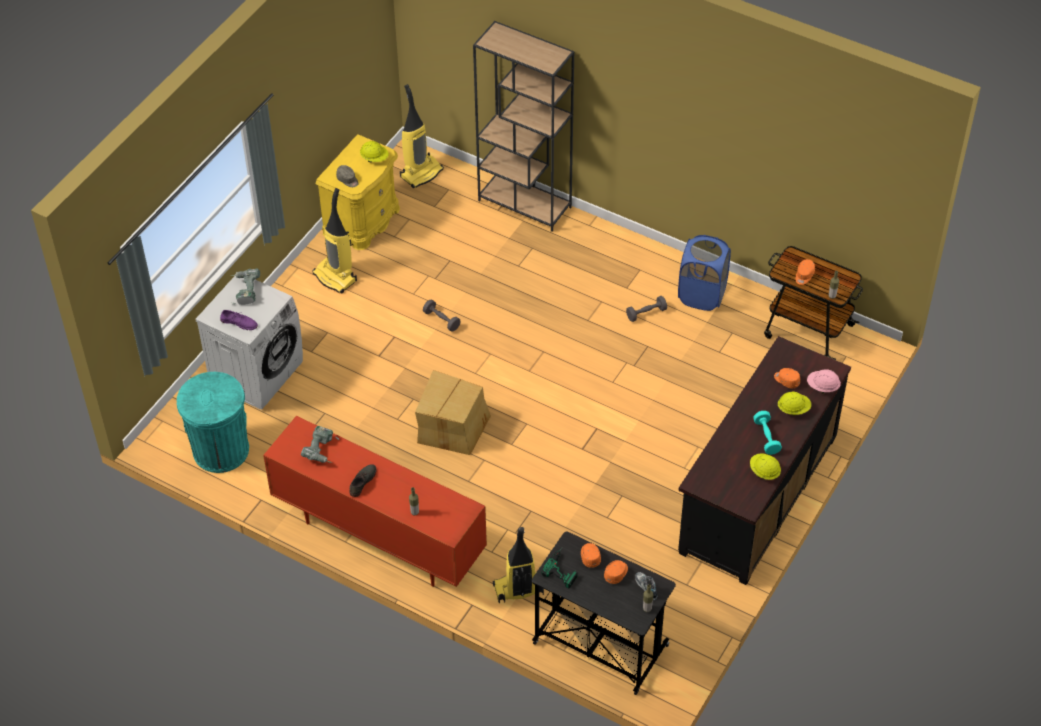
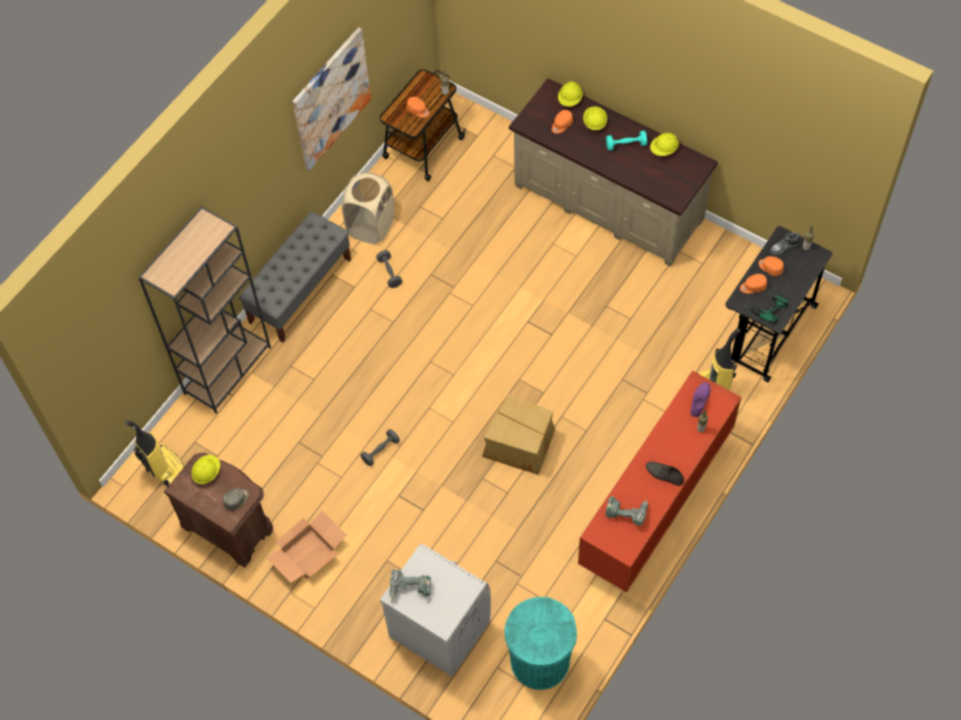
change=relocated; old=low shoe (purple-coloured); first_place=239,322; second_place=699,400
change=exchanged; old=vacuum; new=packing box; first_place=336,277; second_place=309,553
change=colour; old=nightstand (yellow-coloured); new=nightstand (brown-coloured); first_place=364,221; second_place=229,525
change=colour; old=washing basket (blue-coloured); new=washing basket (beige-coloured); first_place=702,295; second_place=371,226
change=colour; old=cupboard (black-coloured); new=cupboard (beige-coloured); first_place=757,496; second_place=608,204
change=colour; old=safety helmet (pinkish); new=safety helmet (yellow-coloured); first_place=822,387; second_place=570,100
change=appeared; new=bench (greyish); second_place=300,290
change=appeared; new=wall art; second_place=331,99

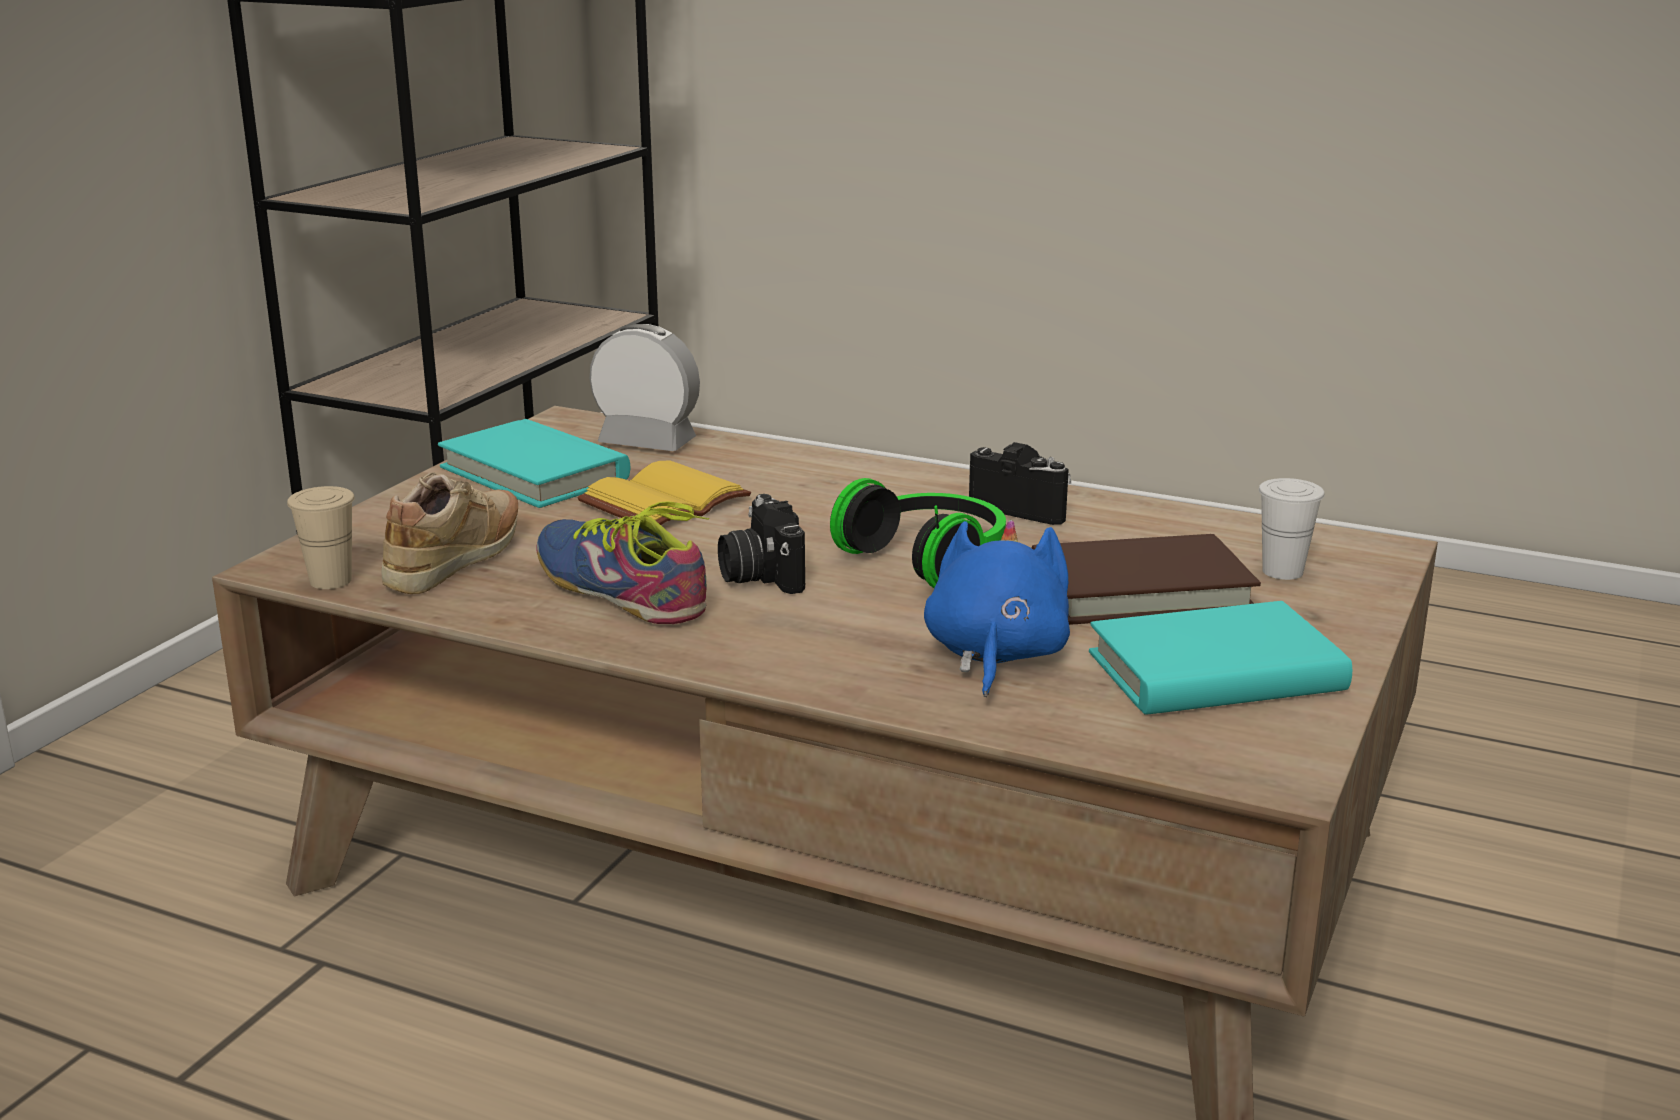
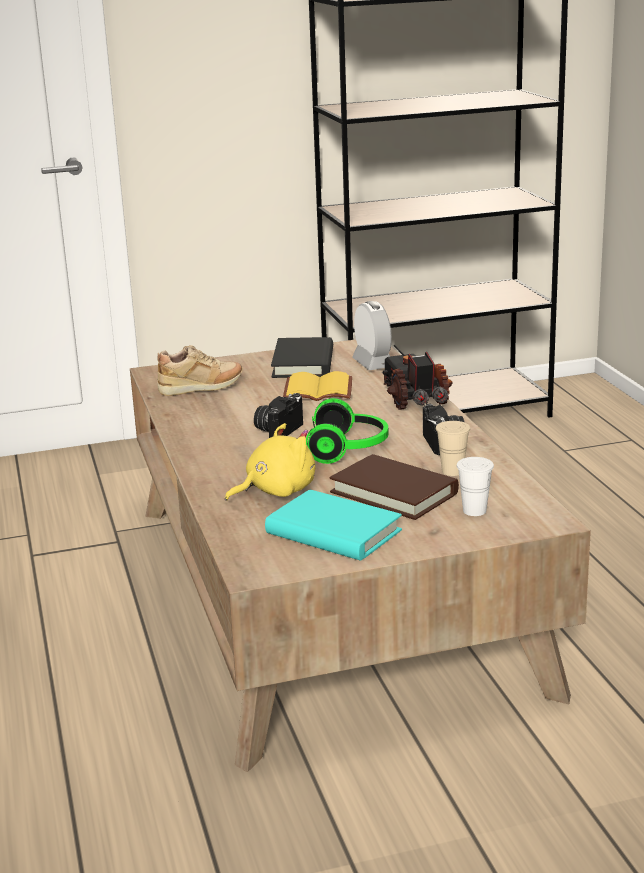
change=relocated; old=small cup (beige-coloured); first_place=331,581; second_place=452,471
change=colour; old=volume (turquoise-coloured); new=volume (black-coloured); first_place=535,473; second_place=303,363
change=missing; old=low shoe; first_place=619,589
change=colour; old=plush toy (blue-coloured); new=plush toy (yellow-coloured); first_place=994,656; second_place=276,491
change=appeared; new=model truck; second_place=415,399

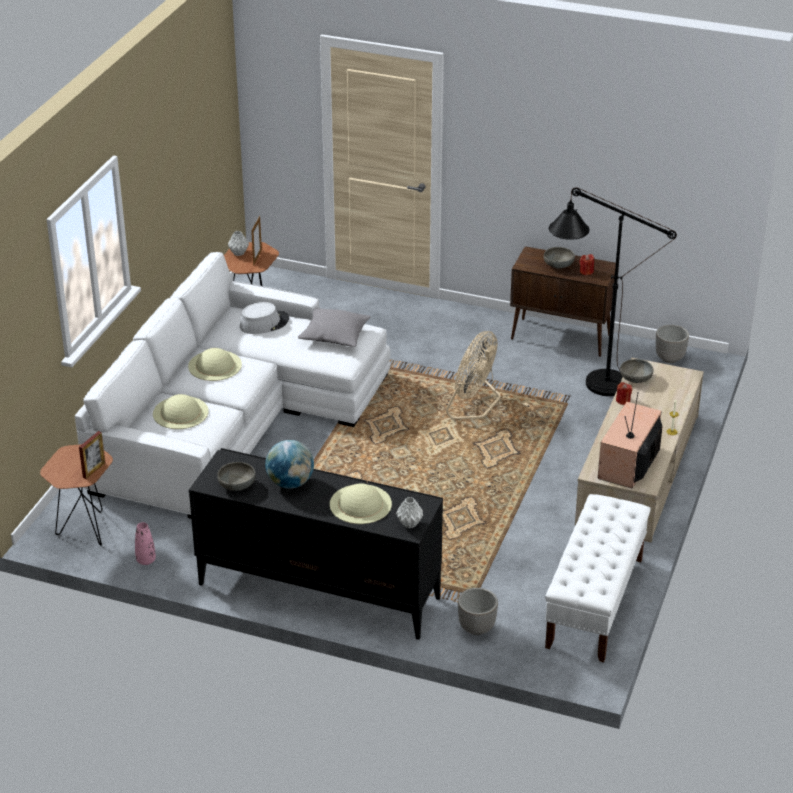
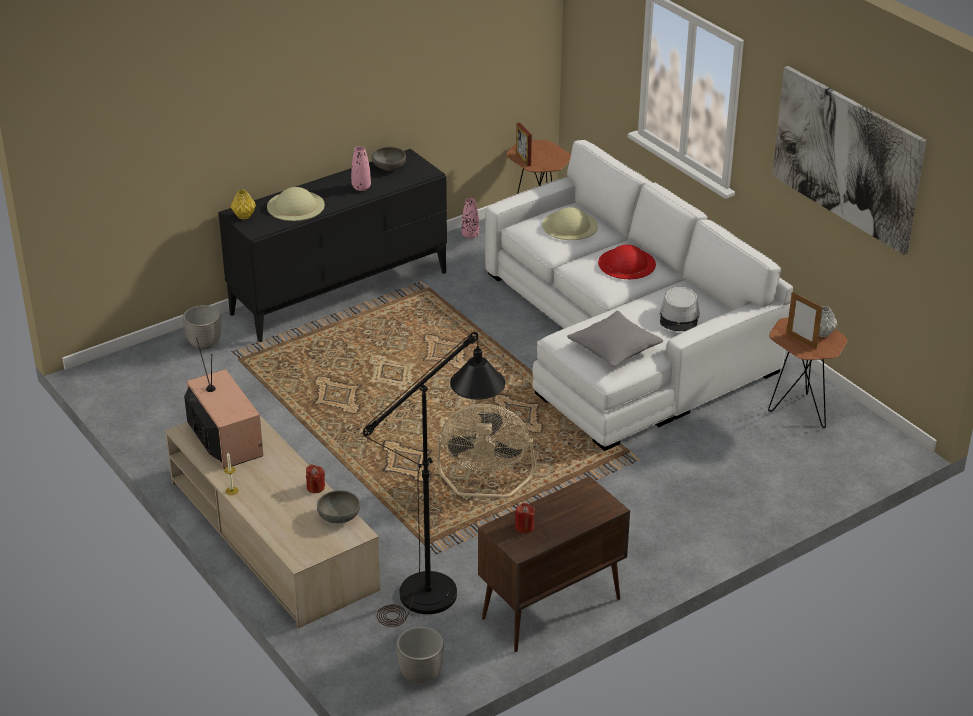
change=colour; old=wearable hat (beige-coloured); new=wearable hat (red); first_place=215,365; second_place=626,263
change=exchanged; old=globe; new=flower vase (pinkish); first_place=290,483; second_place=361,187
change=colour; old=flower vase (greyish); new=flower vase (yellow-coloured); first_place=410,524; second_place=243,216
change=spun; old=electric fan (beige-coloured); first_place=483,403; second_place=487,489; degrees=-60
change=missing; old=bowl (greyish); first_place=558,265
change=missing; old=bench (white-coloured); first_place=595,603
change=appeared; new=wall art; second_place=847,158

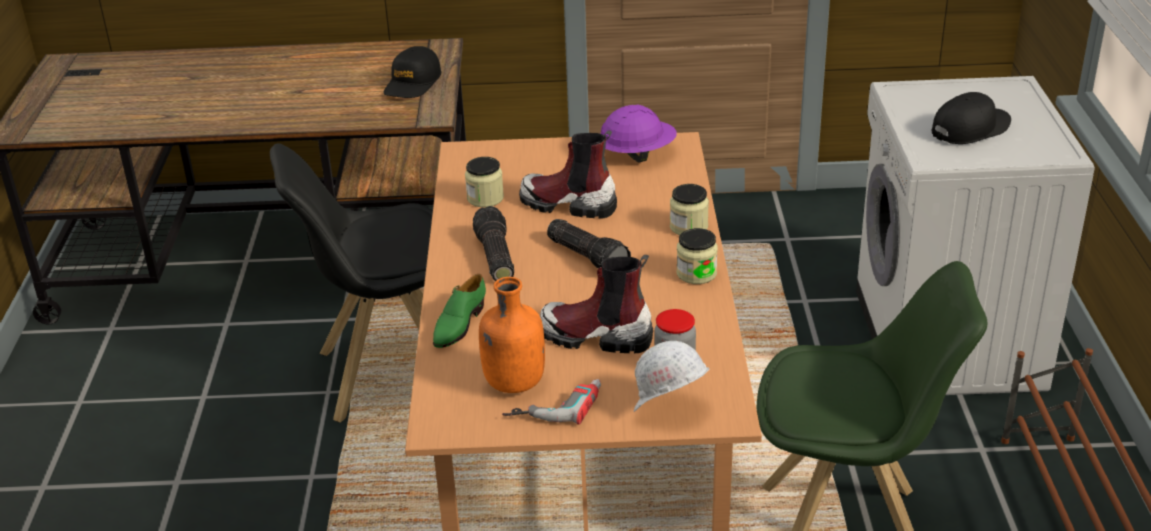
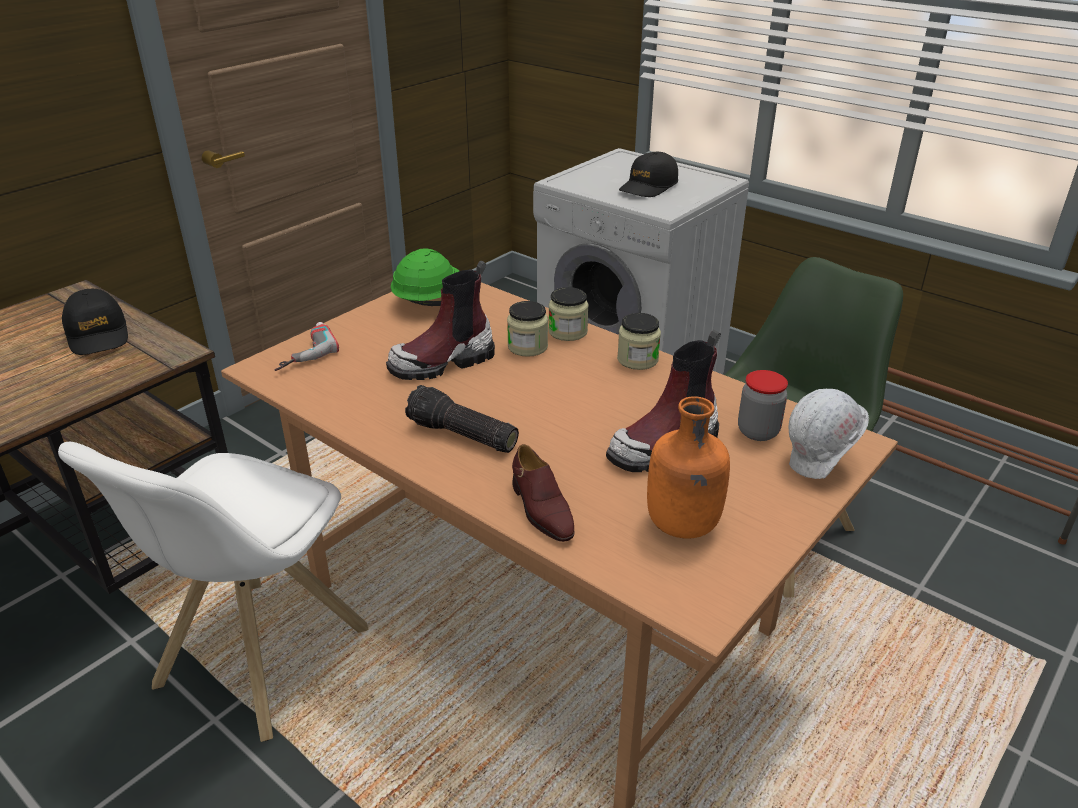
change=colour; old=upright chair (black-coloured); new=upright chair (white-coloured); first_place=390,374; second_place=260,656
change=colour; old=low shoe (green); new=low shoe (brown-coloured); first_place=458,325; second_place=541,509
change=relocated; old=jar; first_place=485,198; second_place=527,347
change=relocated; old=drill; first_place=554,404; second_place=301,351
change=missing; old=hand torch; first_place=589,256
change=colour; old=safety helmet (purple-coloured); new=safety helmet (green); first_place=637,154; second_place=428,302
change=spun; old=cap (black-coloured); first_place=970,129; second_place=648,186; degrees=-150

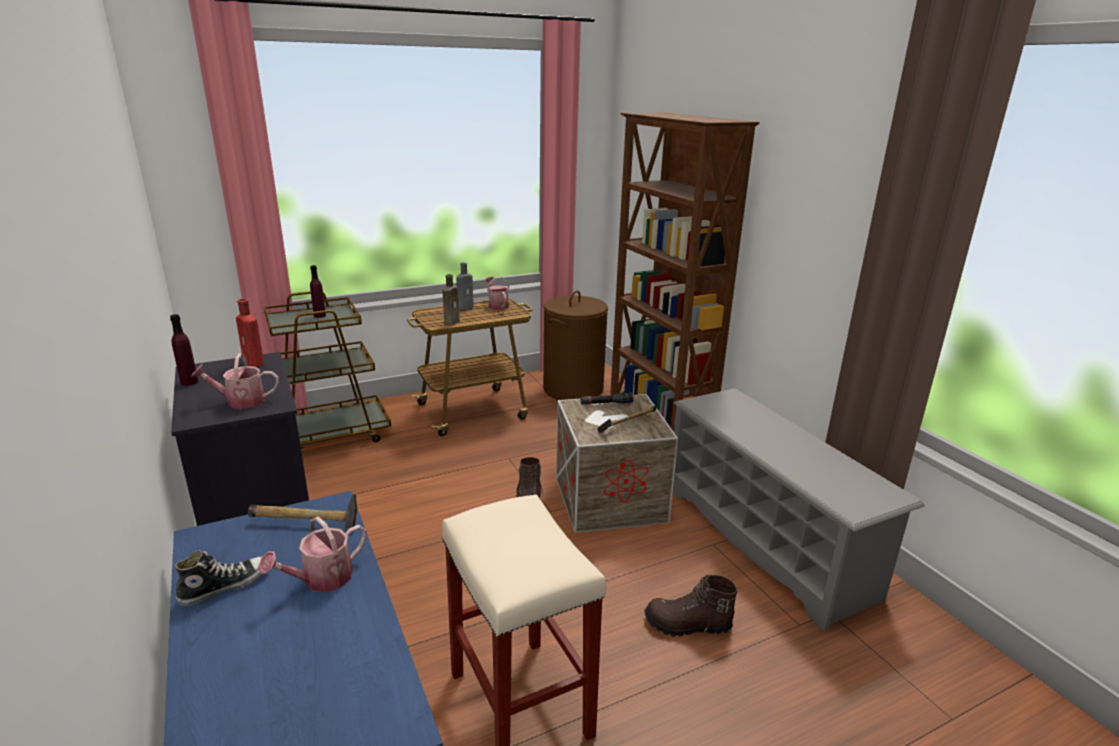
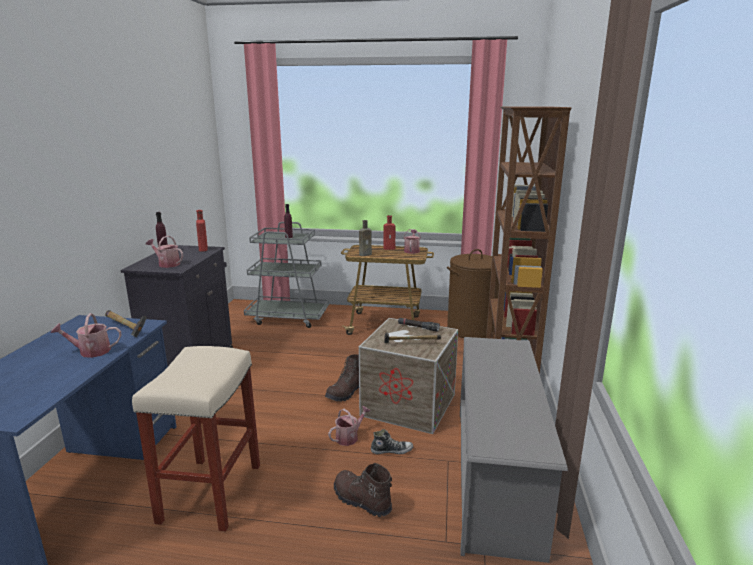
change=relocated; old=low shoe; first_place=225,586; second_place=391,450
change=colour; old=wheeled cart (brown-coloured); new=wheeled cart (greyish); first_place=329,435; second_place=288,317
change=colour; old=bottle (greyish); new=bottle (red); first_place=466,307; second_place=390,248
change=appeared; new=watering pot; second_place=349,437

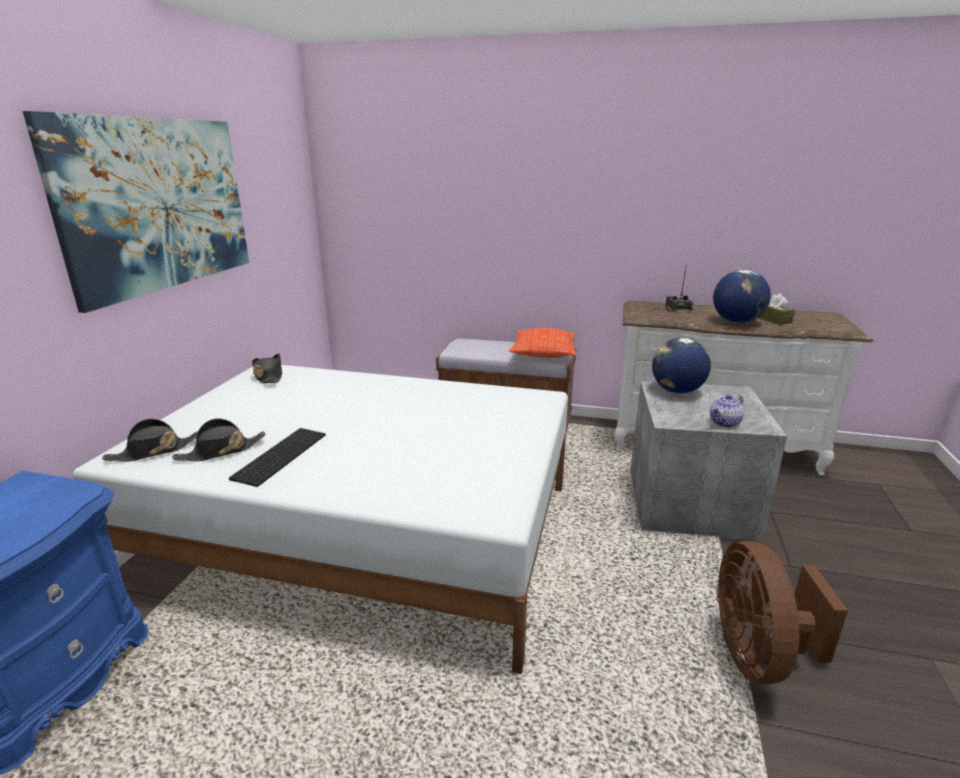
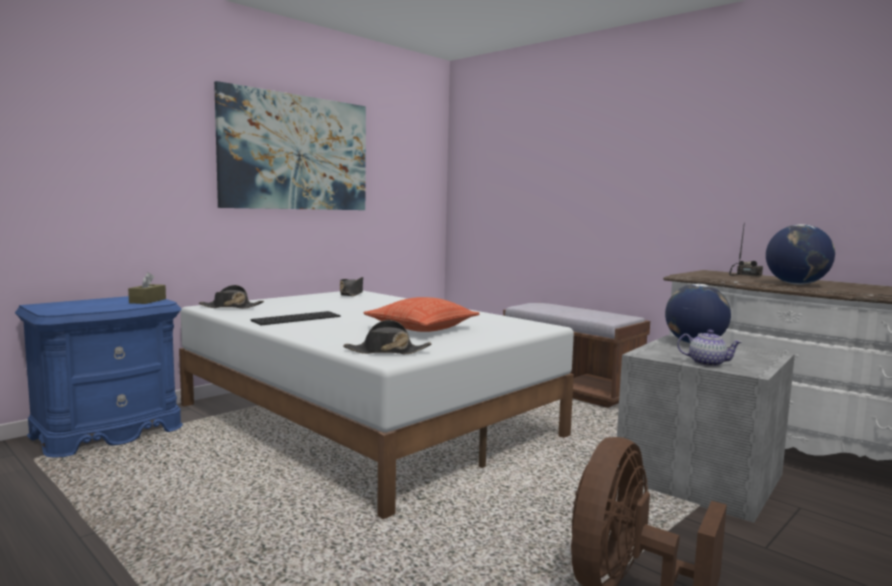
change=relocated; old=wearable hat (black-coloured); first_place=221,451; second_place=387,351
change=relocated; old=cushion (orange-coloured); first_place=543,353; second_place=422,328
change=spun; old=tea pot; first_place=725,423; second_place=707,363; degrees=-150
change=relocated; old=tissue holder (brown-coloured); first_place=773,319; second_place=147,301

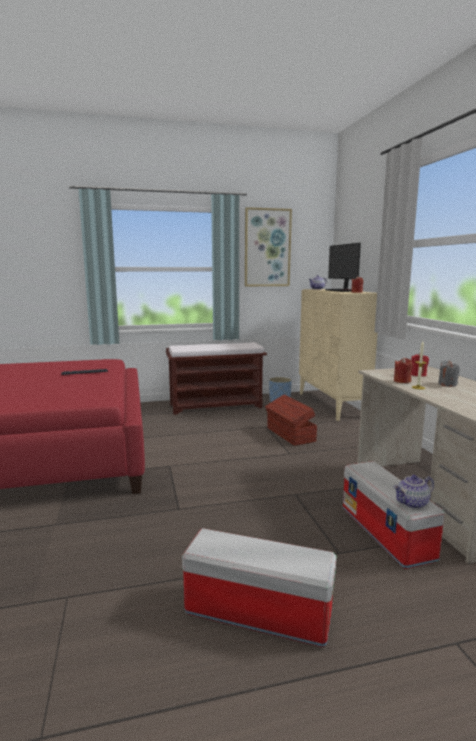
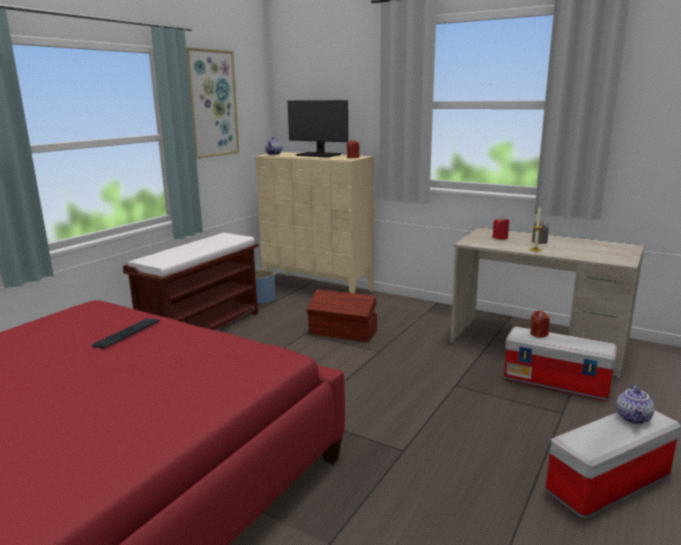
change=relocated; old=tea pot; first_place=412,504; second_place=634,418
change=relocated; old=wax candle (red); first_place=402,381; second_place=538,334

